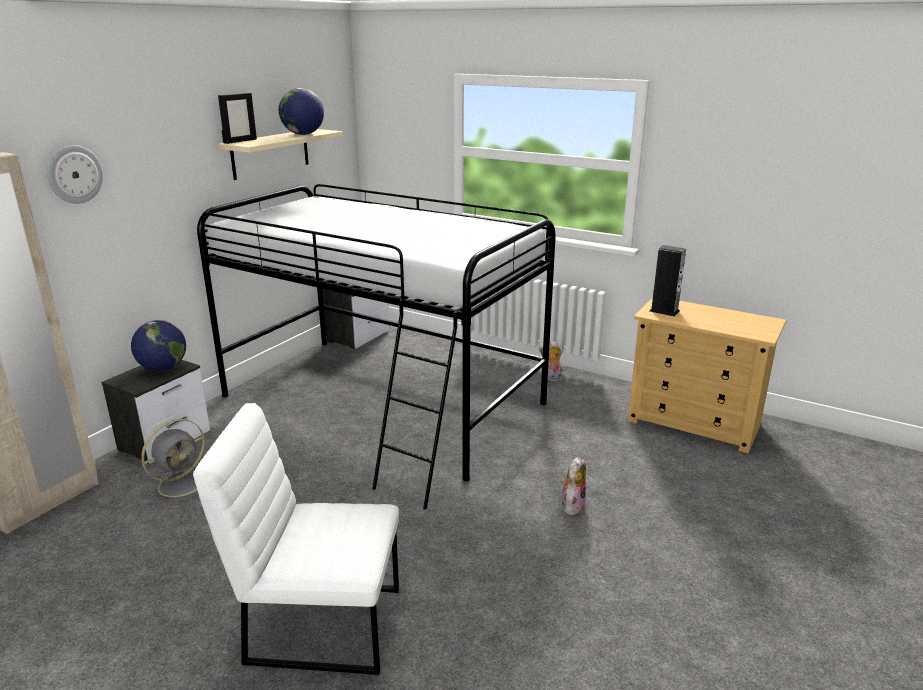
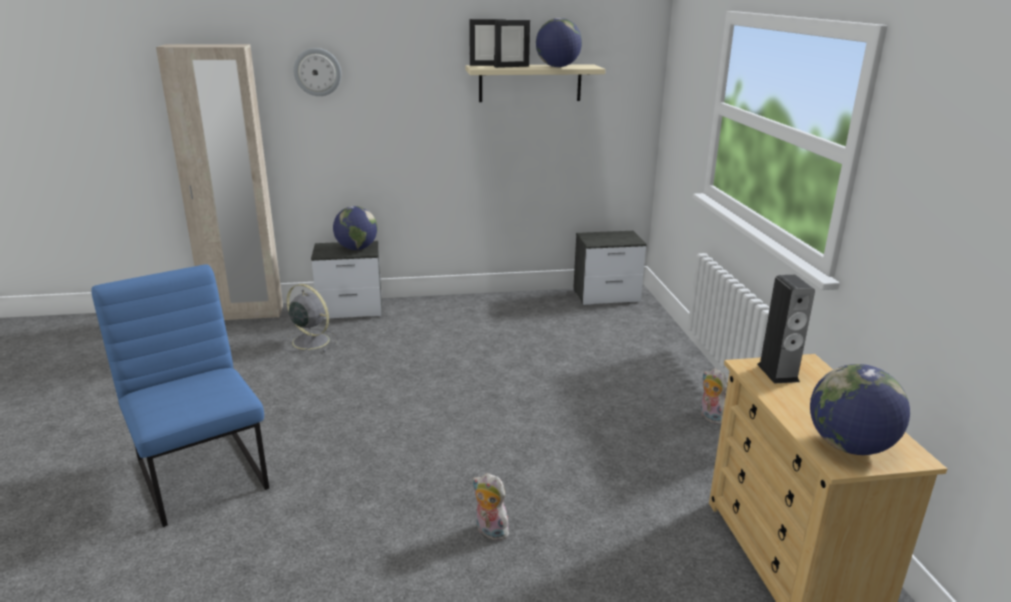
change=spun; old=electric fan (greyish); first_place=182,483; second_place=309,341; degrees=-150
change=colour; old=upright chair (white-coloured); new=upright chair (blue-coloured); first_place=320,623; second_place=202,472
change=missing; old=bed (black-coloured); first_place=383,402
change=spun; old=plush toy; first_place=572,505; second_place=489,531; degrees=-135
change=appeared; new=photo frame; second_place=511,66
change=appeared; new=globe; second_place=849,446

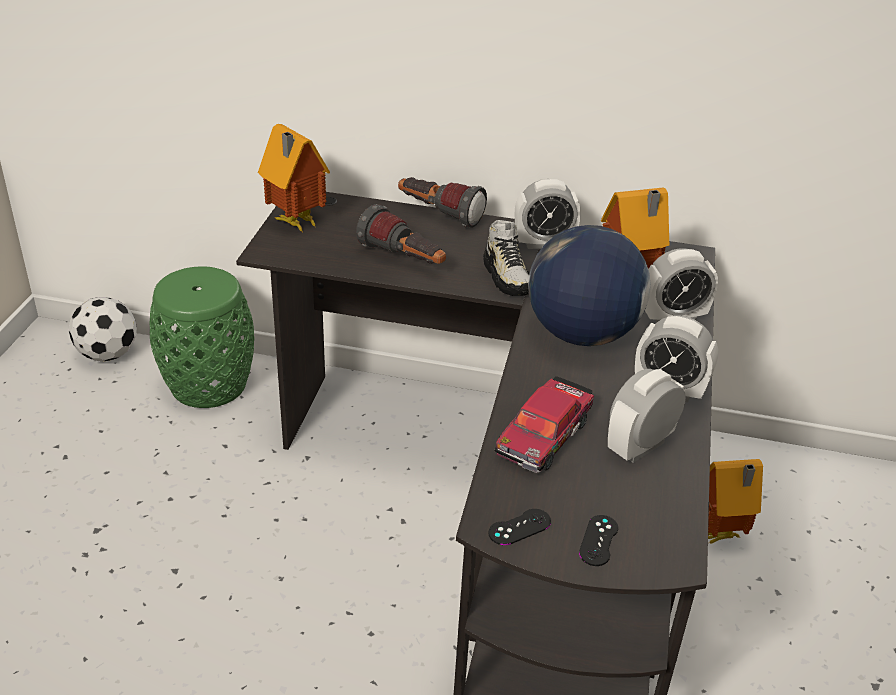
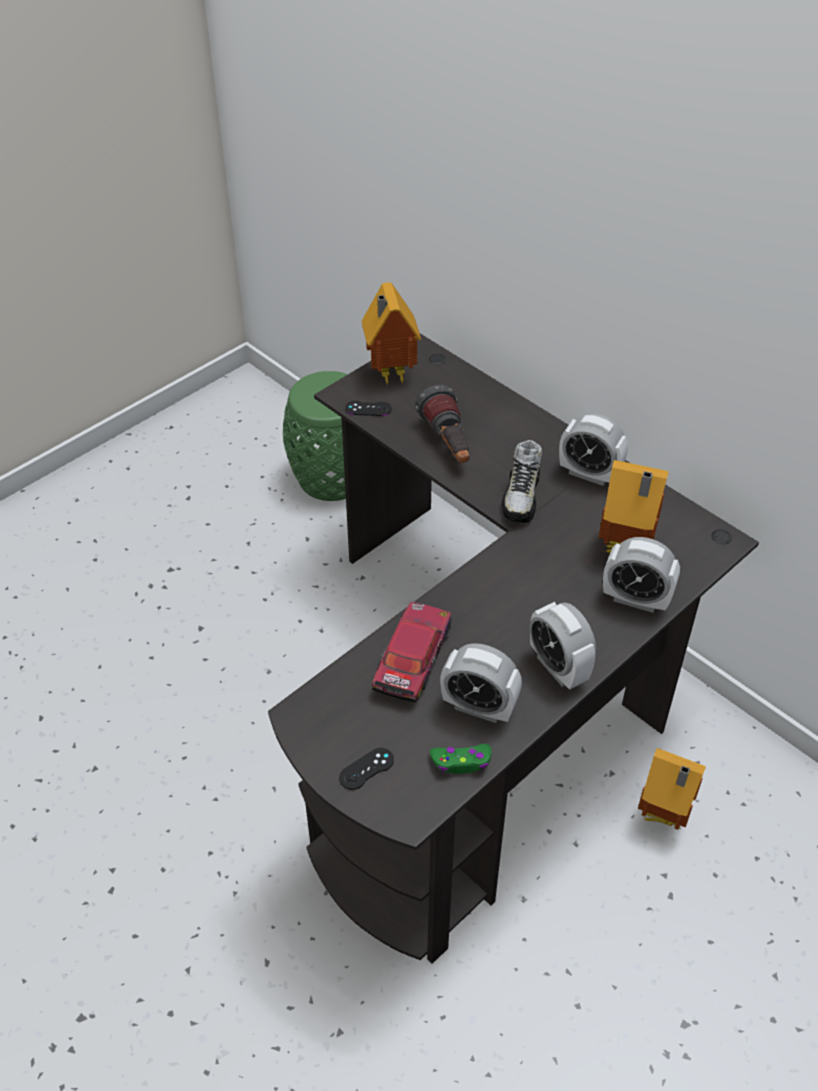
change=missing; old=ball for football; first_place=108,353
change=missing; old=hand torch; first_place=439,215
change=relocated; old=game controller (black-coloured); first_place=519,527; second_place=368,409
change=spun; old=model car; first_place=545,434; second_place=412,660; degrees=135
change=missing; old=globe; first_place=581,334
change=spun; old=alarm clock; first_place=640,446; second_place=479,707; degrees=-150
change=appeared; new=game controller (green); second_place=461,762

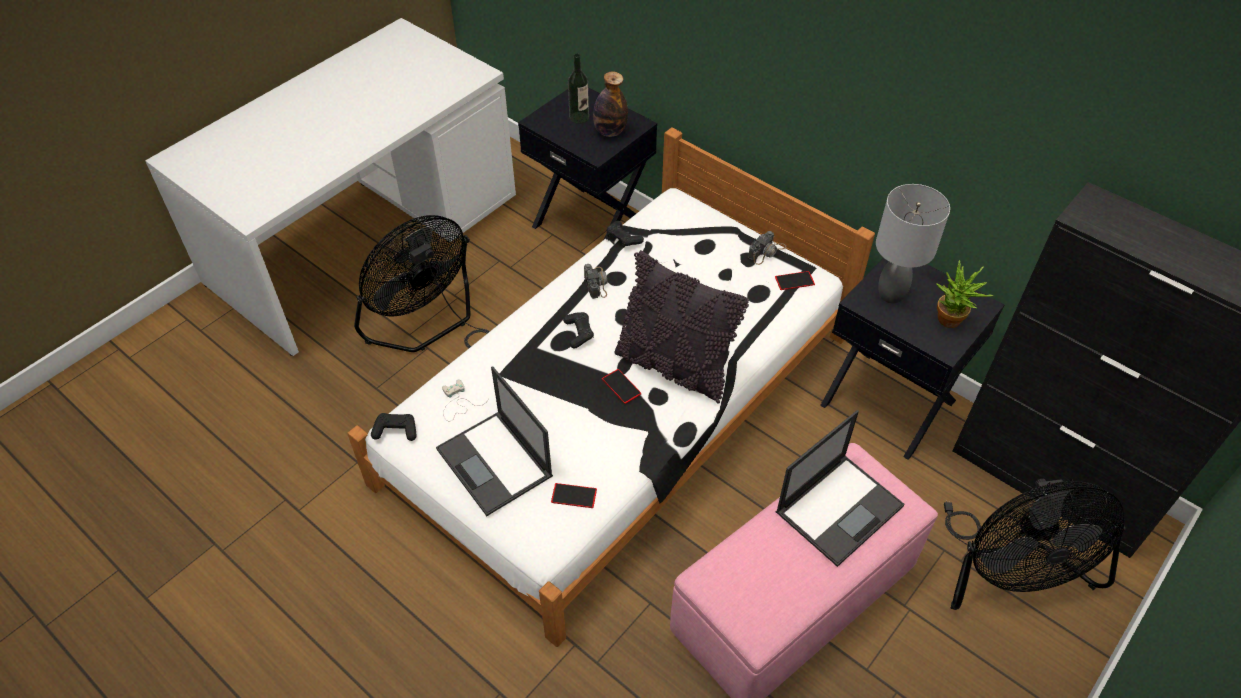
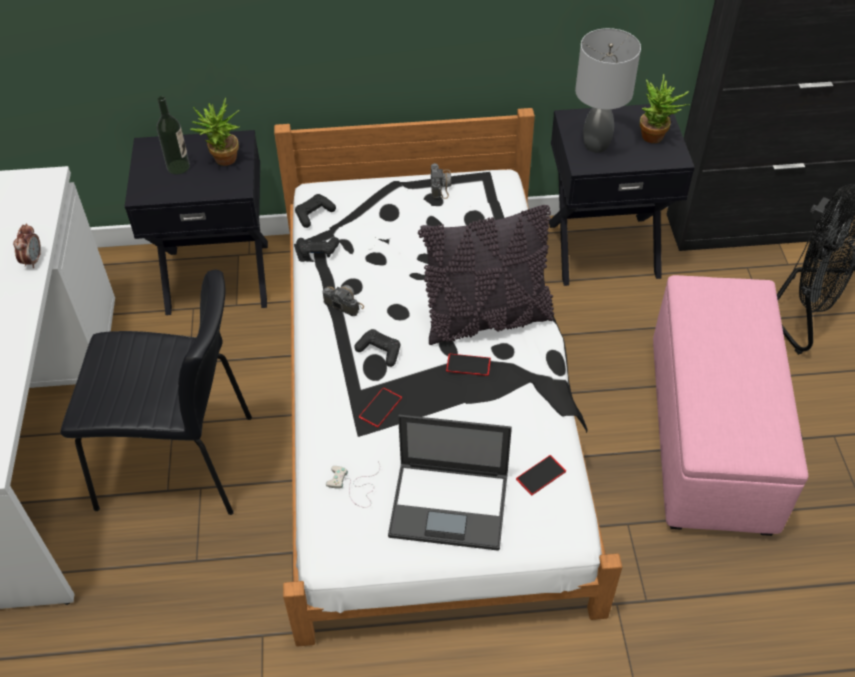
change=exchanged; old=electric fan (black-coloured); new=upright chair (black-coloured); first_place=436,324; second_place=182,462
change=relocated; old=game controller (black-coloured); first_place=396,431; second_place=314,214
change=exchanged; old=bottle; new=houseplant; first_place=610,131; second_place=223,161
change=relocated; old=telephone; first_place=794,280; second_place=380,407
change=missing; old=laptop; first_place=840,508
change=appeared; new=alarm clock; second_place=33,260

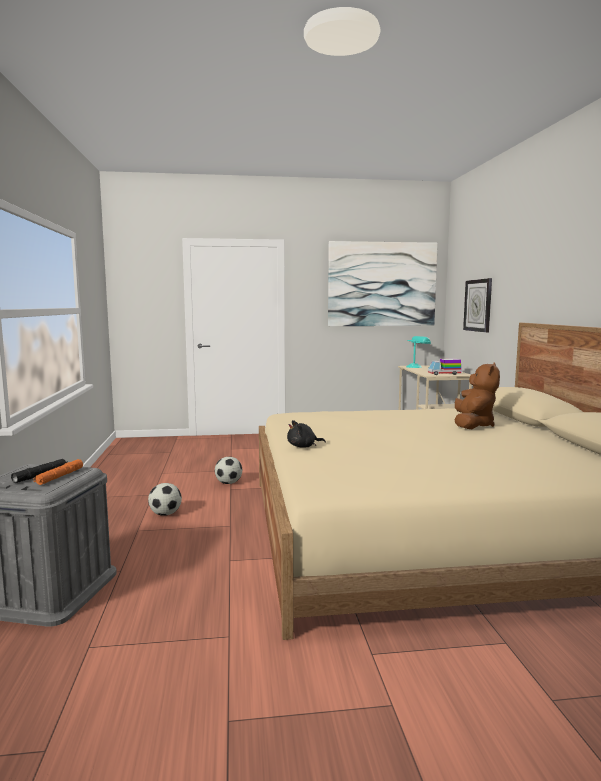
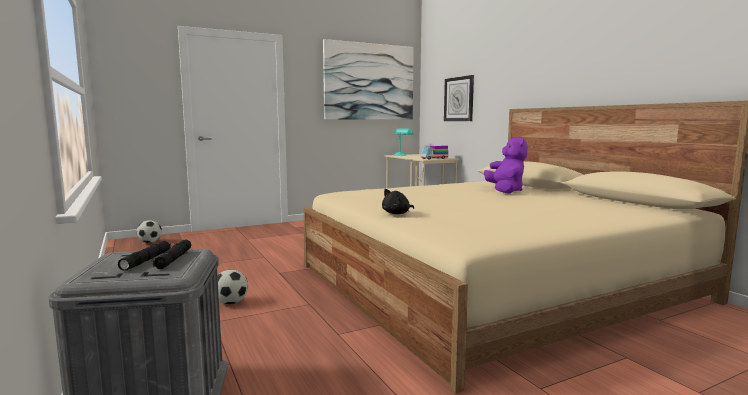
change=colour; old=hand torch (orange-coloured); new=hand torch (black-coloured); first_place=59,476; second_place=173,259
change=relocated; old=ball for football; first_place=228,483; second_place=150,242
change=colour; old=plush toy (brown-coloured); new=plush toy (purple-coloured); first_place=473,425; second_place=505,191

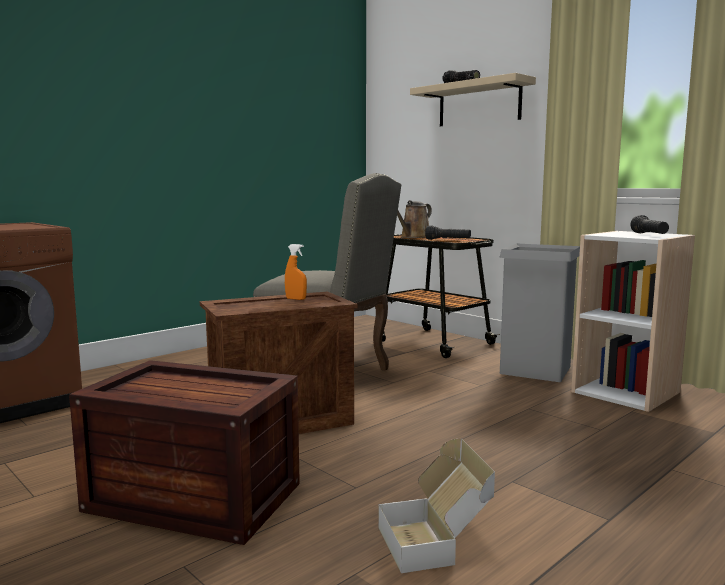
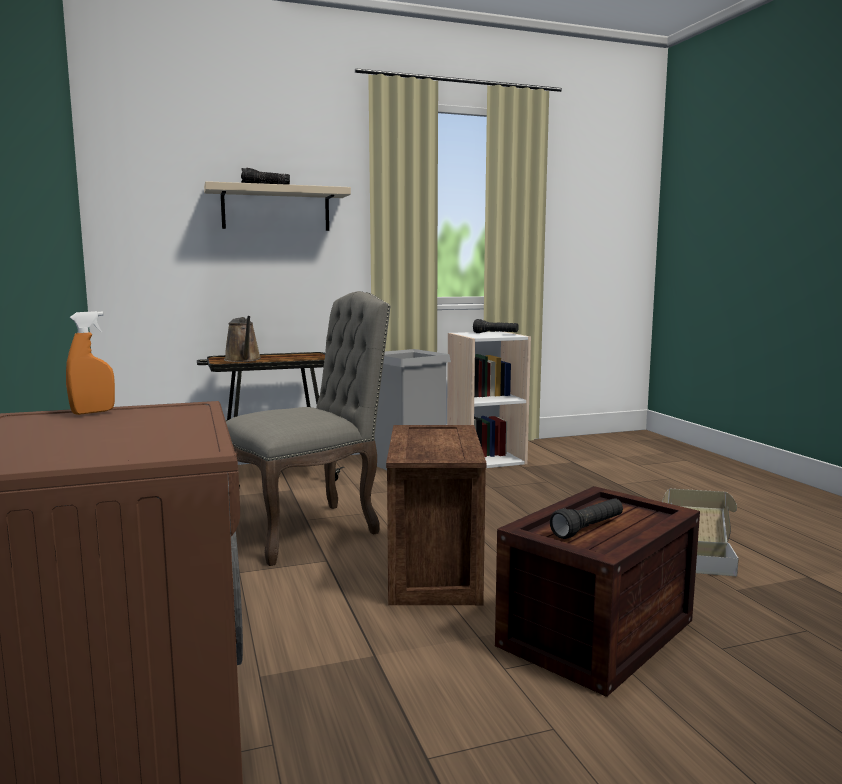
change=relocated; old=spray bottle (orange-coloured); first_place=296,299; second_place=93,412
change=relocated; old=hand torch (black-coloured); first_place=448,240; second_place=588,529

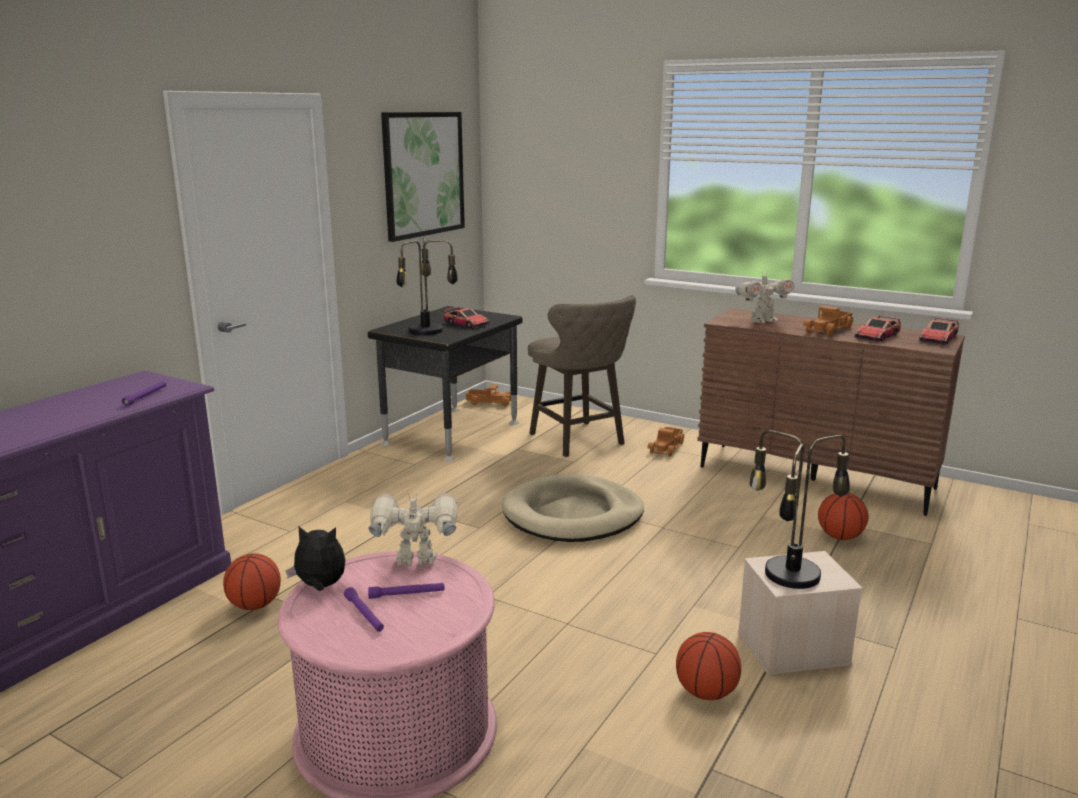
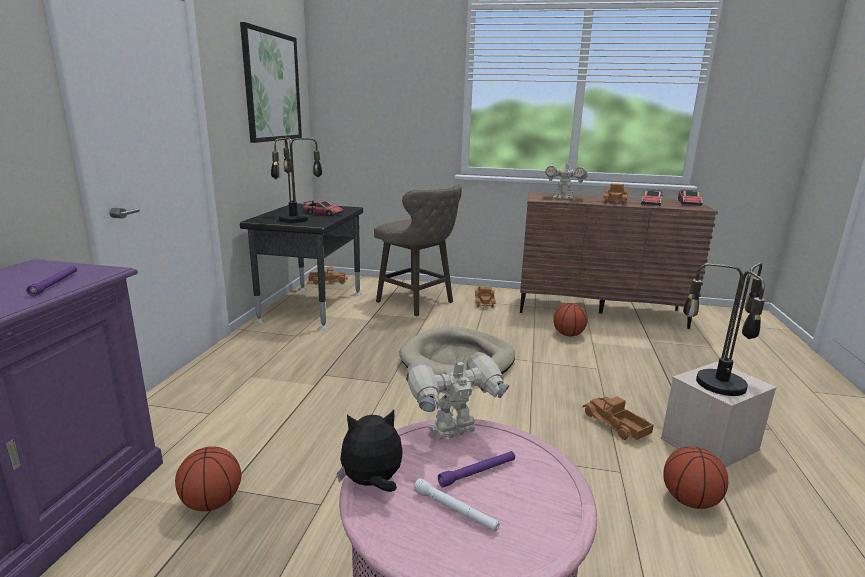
change=colour; old=hand torch (purple-coloured); new=hand torch (white-coloured); first_place=364,614; second_place=455,510
change=spun; old=model robot; first_place=762,321; second_place=563,198; degrees=60
change=relocated; old=basketball; first_place=840,537; second_place=568,335
change=appeared; new=model truck; second_place=615,425

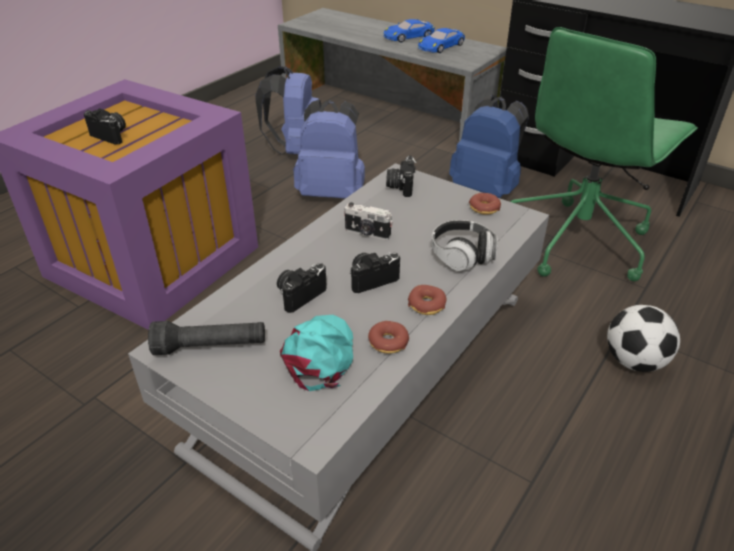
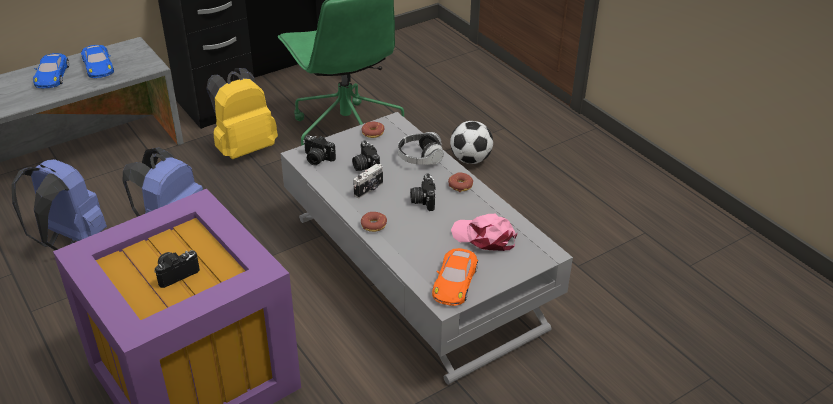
change=exchanged; old=hand torch (black-coloured); new=model car (orange-coloured); first_place=211,347; second_place=455,281
change=relocated; old=still camera; first_place=299,295; second_place=365,166
change=colour; old=cap (turquoise-coloured); new=cap (pinkish); first_place=320,355; second_place=484,237
change=relocated; old=donut; first_place=388,342; second_place=373,225
change=colour; old=backpack (blue-coloured); new=backpack (yellow-coloured); first_place=486,189; second_place=244,148

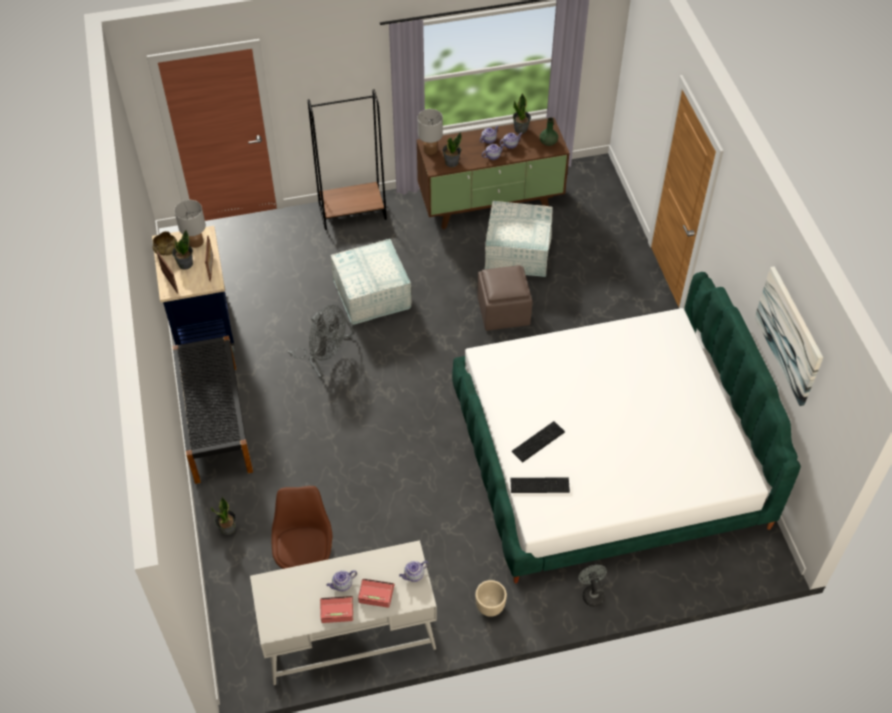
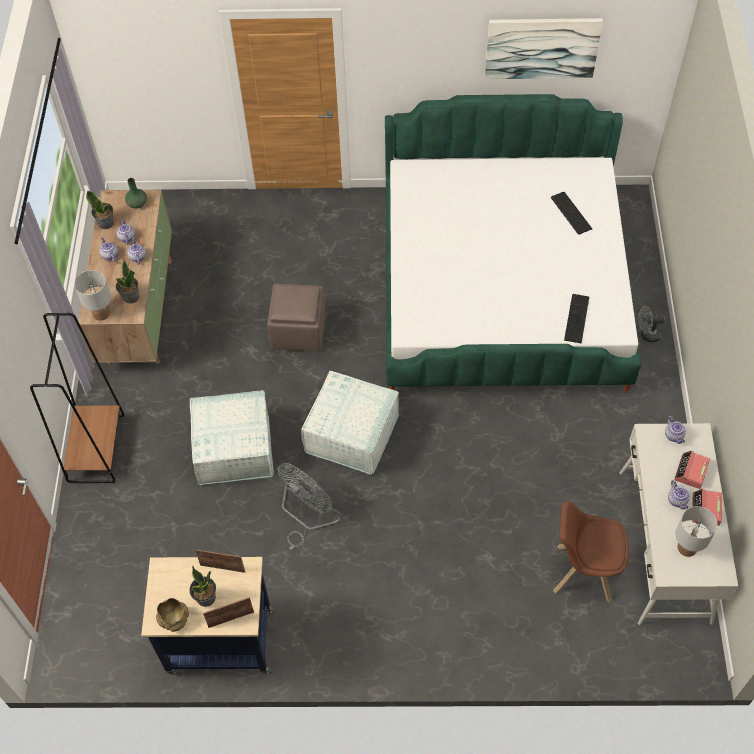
change=missing; old=bench (black-coloured); first_place=215,423
change=relocated; old=tabletop lamp (greyish); first_place=195,242; second_place=687,548
change=missing; old=houseplant; first_place=228,528
change=colour; old=dresser (brown-coloured); new=dresser (green); first_place=490,203; second_place=138,310
change=missing; old=plant pot (beige-coloured); first_place=490,606
change=relocated; old=ottoman (white-coloured); first_place=517,253; second_place=351,435
change=relocated; old=PC keyboard; first_place=537,441; second_place=570,214

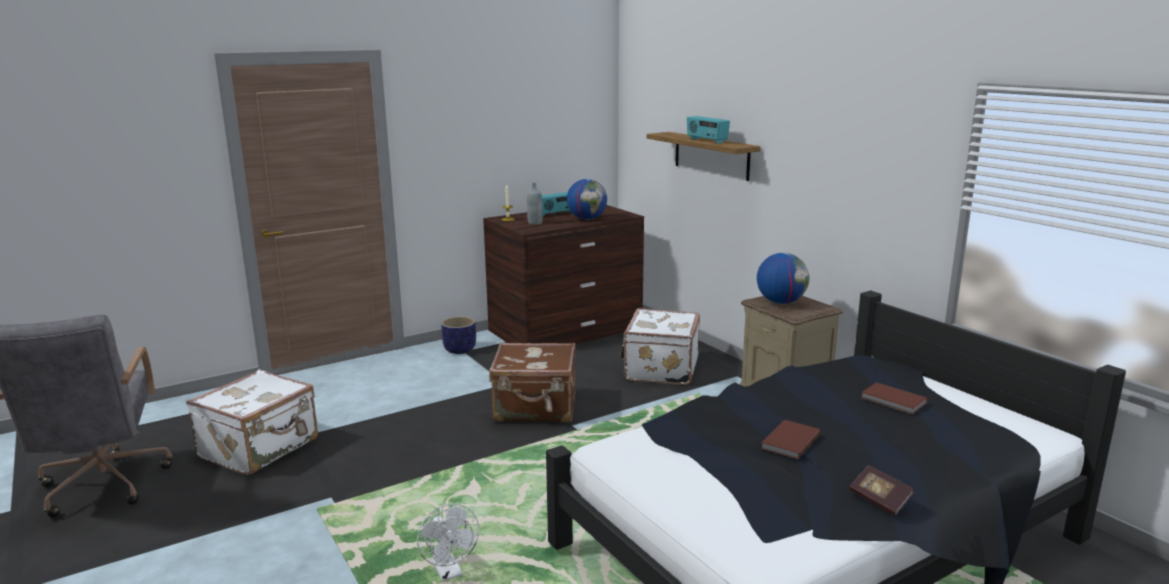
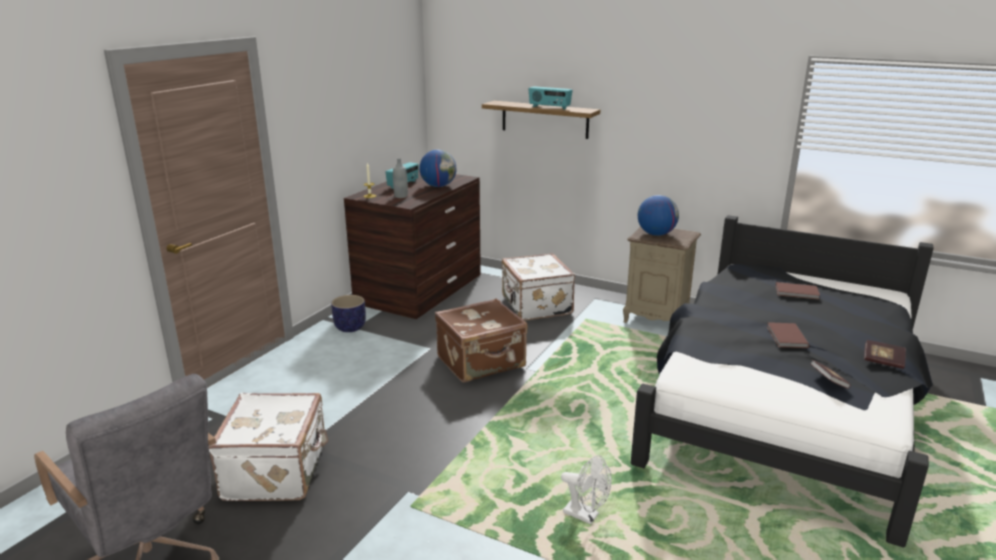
change=appeared; new=volume; second_place=828,381

